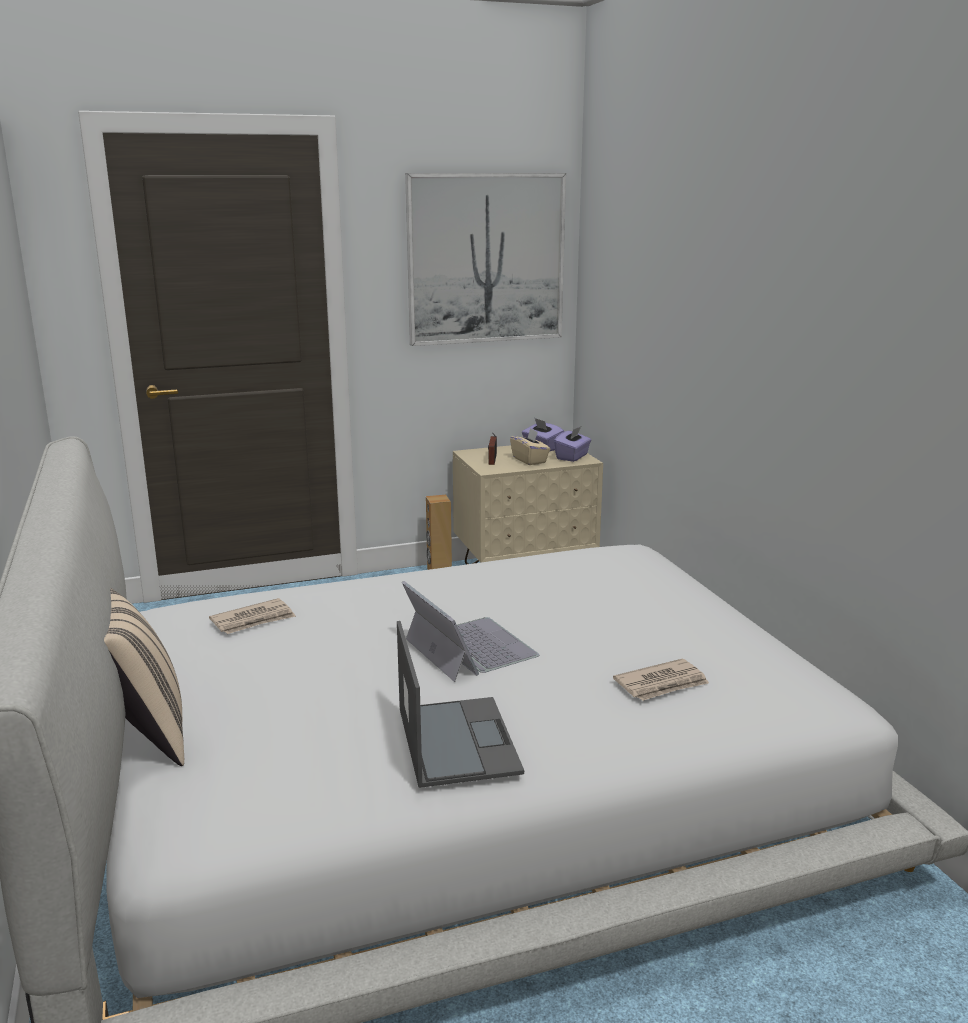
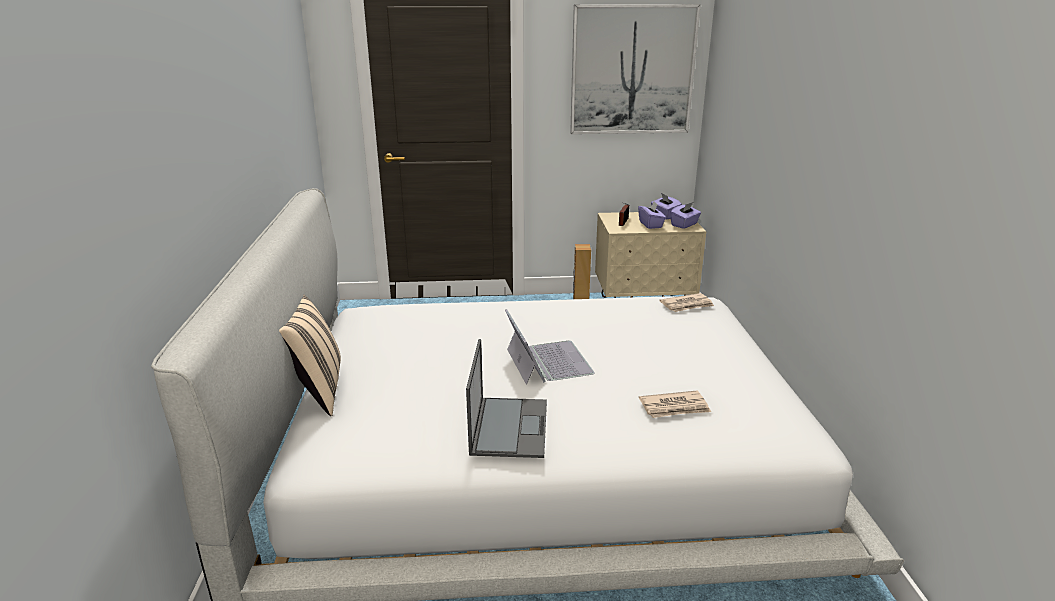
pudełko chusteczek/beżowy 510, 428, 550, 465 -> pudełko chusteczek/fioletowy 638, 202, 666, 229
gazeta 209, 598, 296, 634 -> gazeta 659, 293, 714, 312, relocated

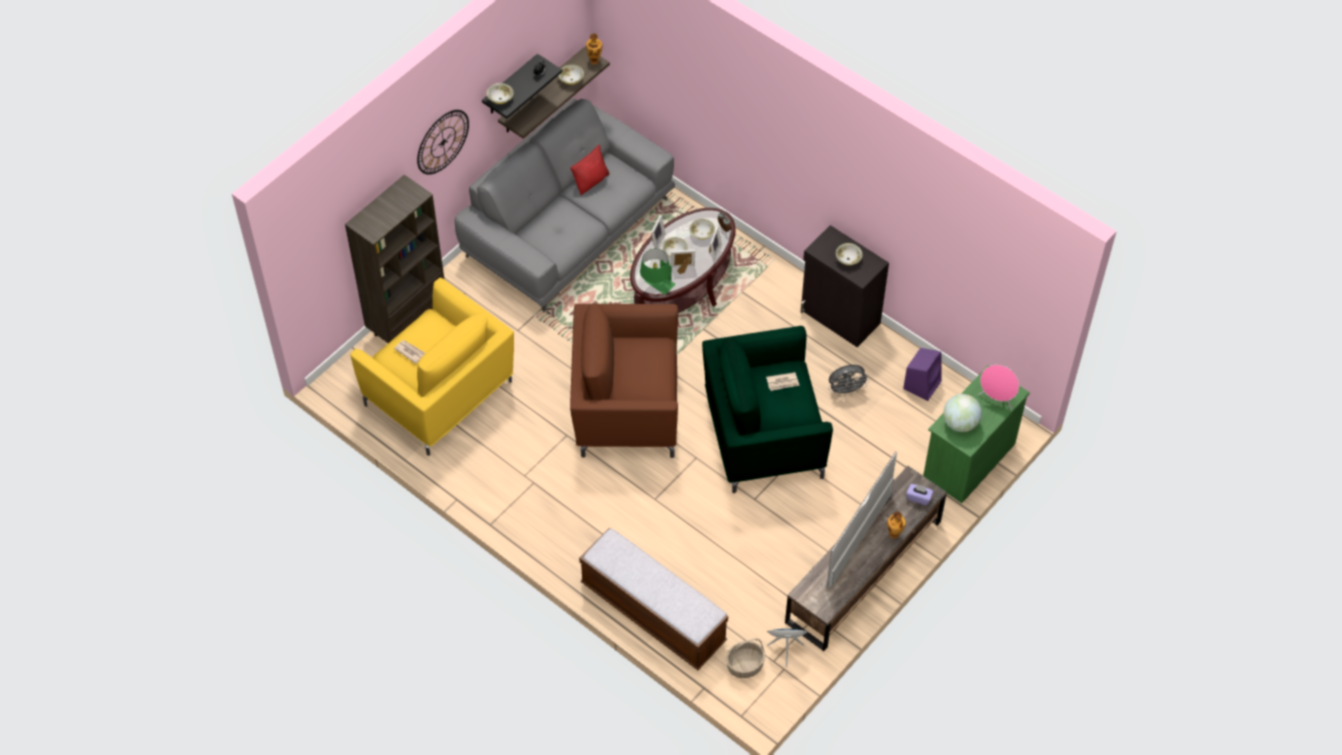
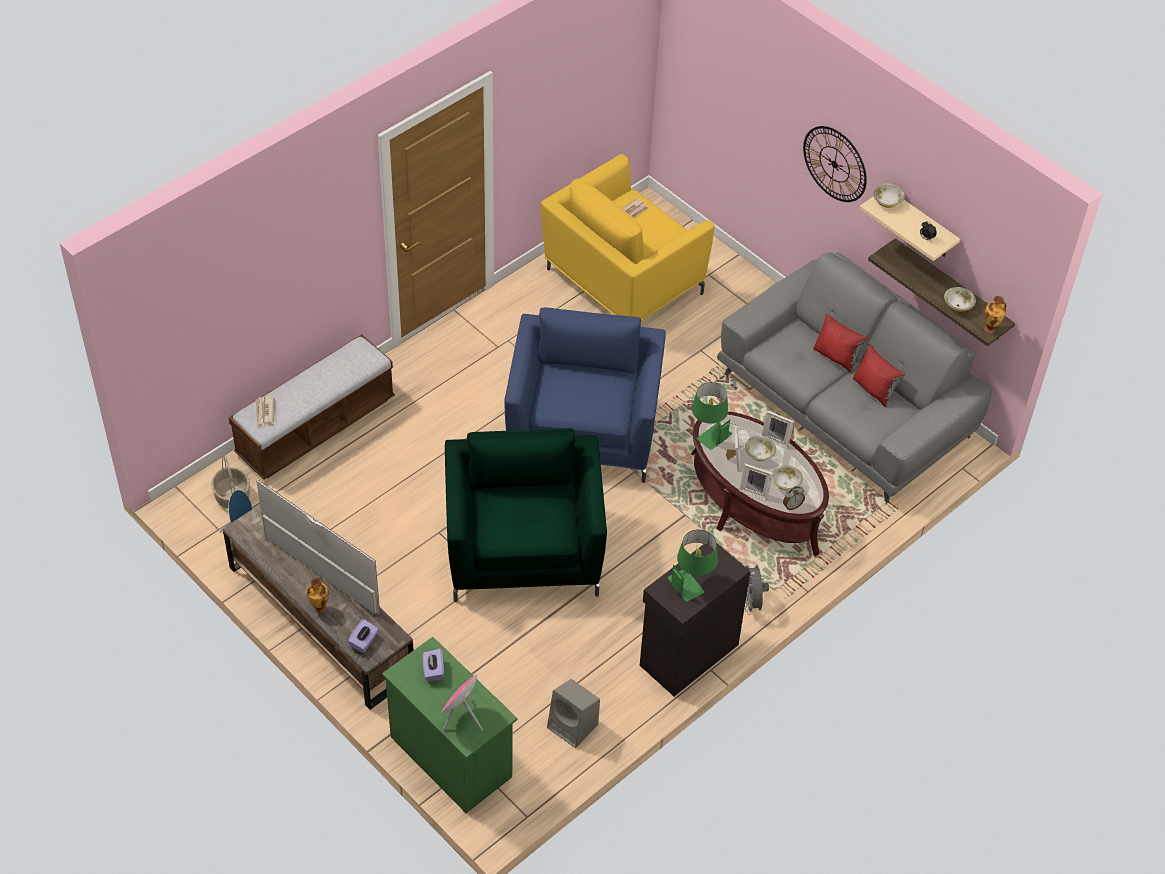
gazeta 766, 372, 800, 391 -> gazeta 256, 397, 275, 426, relocated
globus 943, 394, 982, 432 -> pudełko chusteczek/fioletowy 423, 649, 444, 681
fotel/brązowy 570, 303, 678, 458 -> fotel/niebieski 504, 307, 666, 483
głośnik/fioletowy 903, 348, 942, 401 -> głośnik/szary 547, 679, 600, 748
miska 836, 243, 862, 265 -> lampa stołowa/zielony 667, 530, 718, 602
wentylator/szary 828, 365, 870, 396 -> wentylator/szary 743, 563, 769, 614, relocated
none -> poduszka/czerwony 813, 314, 868, 373
półka/czarny 482, 54, 562, 119 -> półka/beżowy 859, 197, 960, 261
regał/brązowy 345, 175, 444, 343 -> none

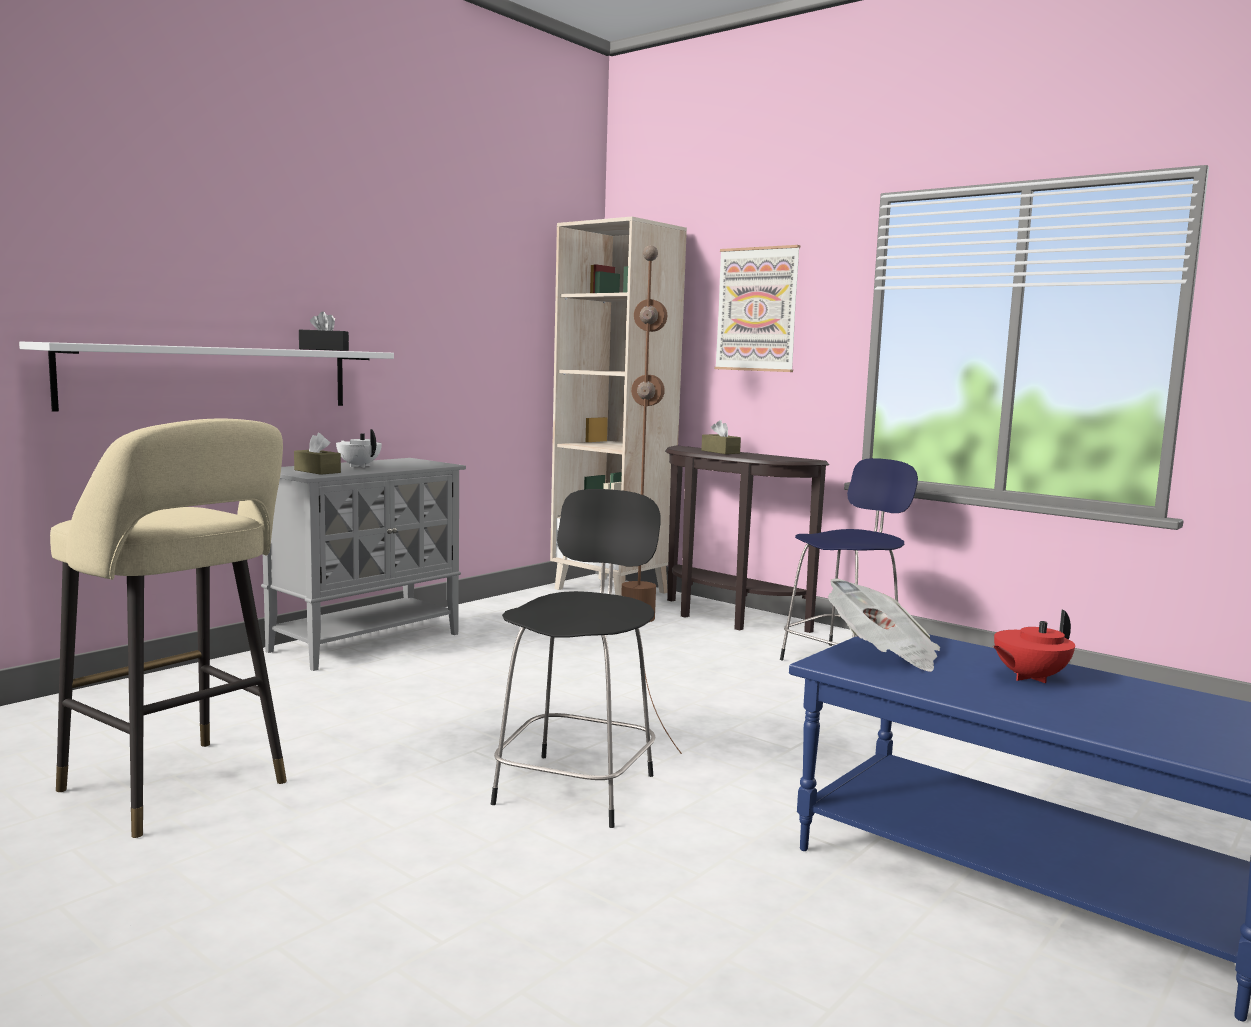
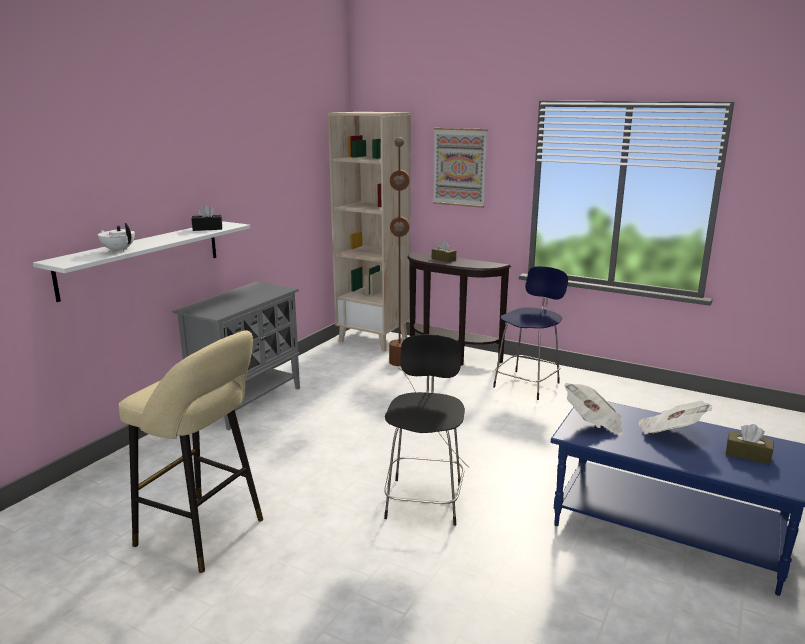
imbryk/biały 336, 429, 382, 467 -> imbryk/biały 98, 223, 135, 252, relocated
imbryk/czerwony 993, 610, 1075, 683 -> gazeta 638, 401, 712, 434
pudełko chusteczek/brązowy 294, 433, 341, 475 -> pudełko chusteczek/brązowy 726, 424, 773, 465, relocated

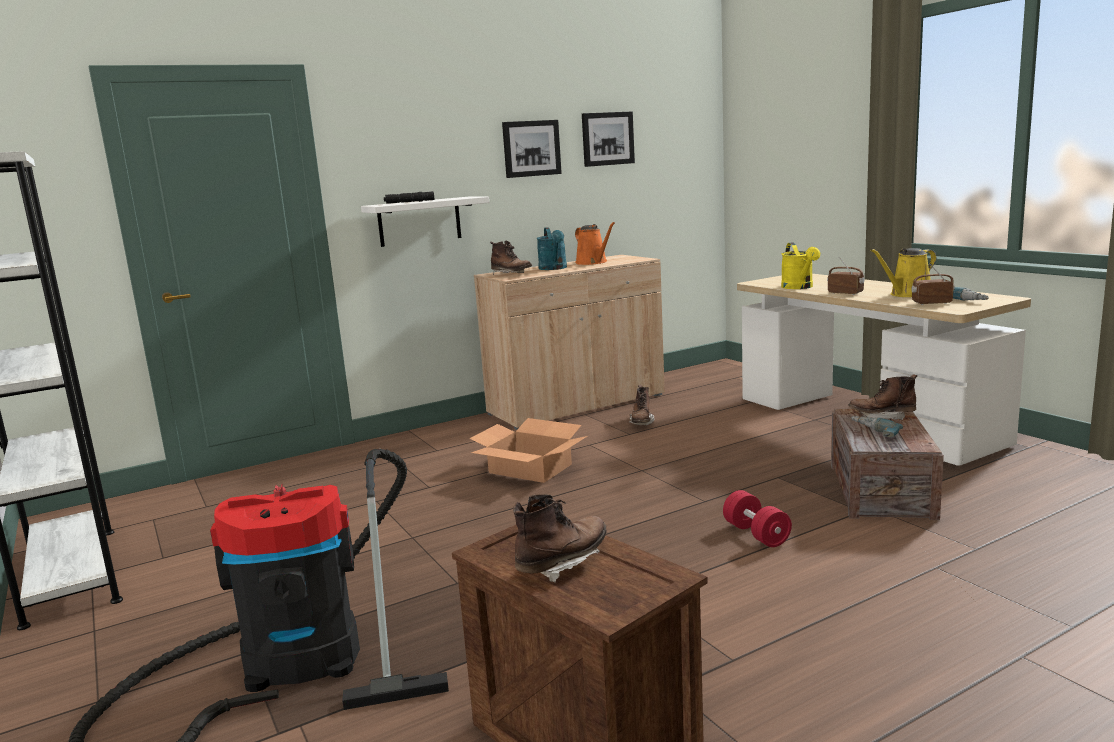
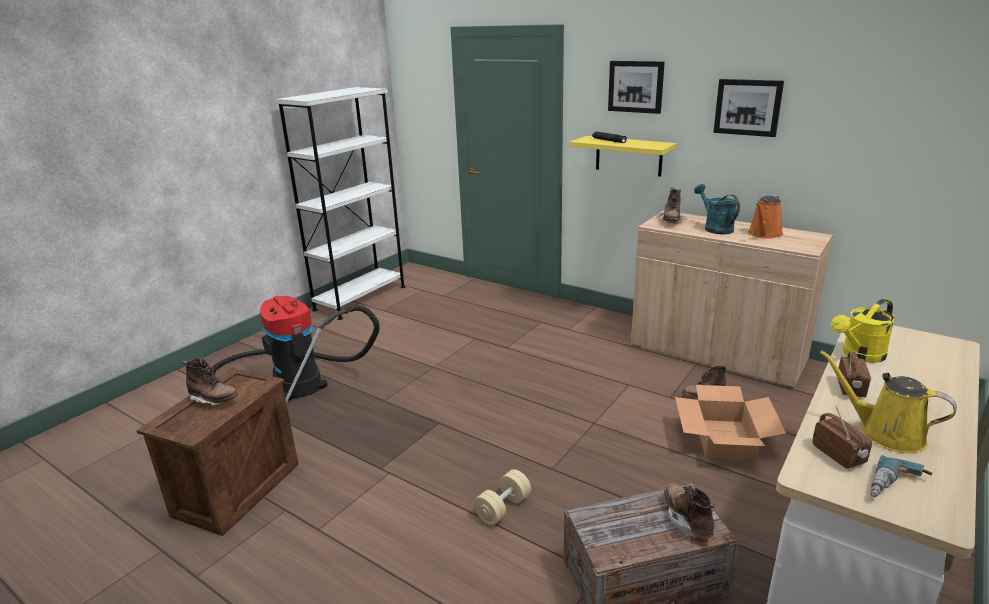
hantel/czerwony 723, 490, 792, 547 -> hantel/beżowy 474, 469, 531, 525
półka/biały 361, 196, 489, 247 -> półka/żółty 570, 136, 676, 177
obraz 582, 111, 635, 167 -> obraz 608, 61, 665, 114, relocated
karton 469, 418, 587, 483 -> karton 675, 385, 786, 460, relocated
konewka/turkusowy 537, 227, 567, 270 -> konewka/turkusowy 694, 184, 740, 234, 105 degrees clockwise
wiertarka 851, 416, 903, 437 -> none

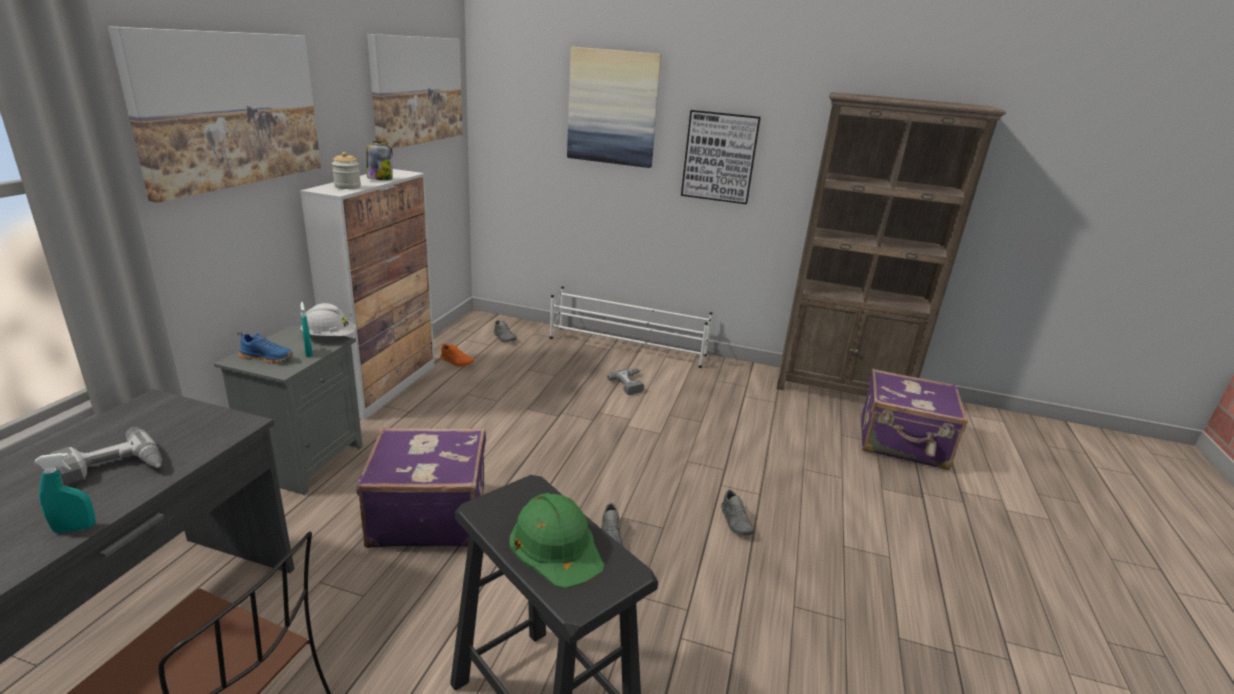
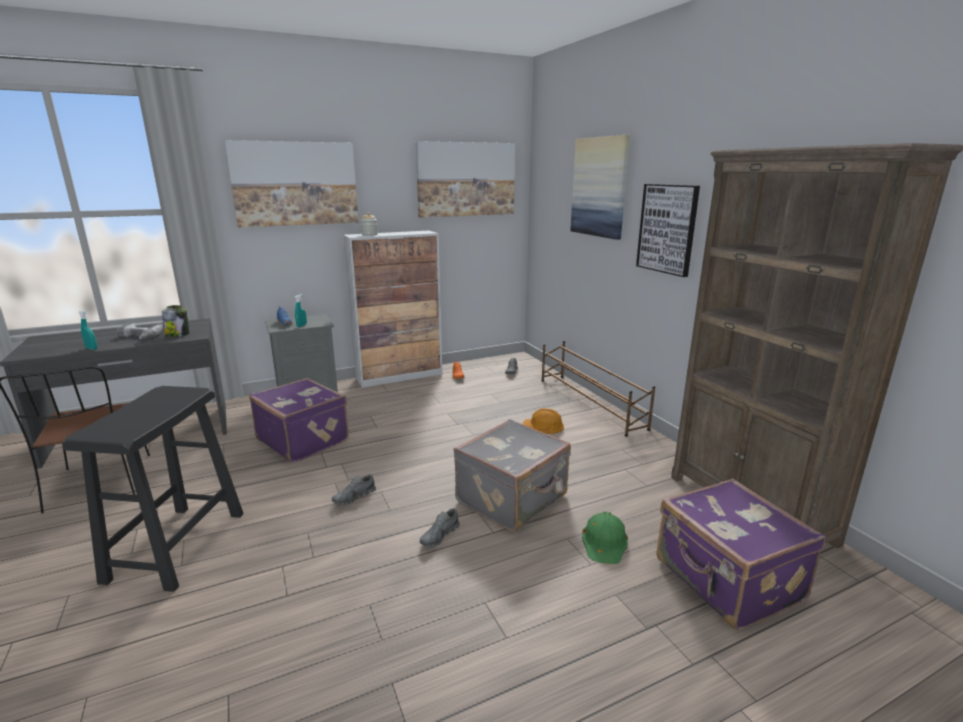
słoik 366, 141, 392, 180 -> słoik 162, 305, 189, 337, relocated
none -> walizka/szary 453, 419, 571, 531
wiertarka 607, 368, 644, 395 -> kask/pomarańczowy 523, 408, 564, 434
regał na buty/biały 550, 286, 712, 368 -> regał na buty/brązowy 541, 341, 655, 437
kask/zielony 509, 493, 604, 589 -> kask/zielony 582, 512, 628, 564, relocated
kask/biały 301, 303, 356, 336 -> none

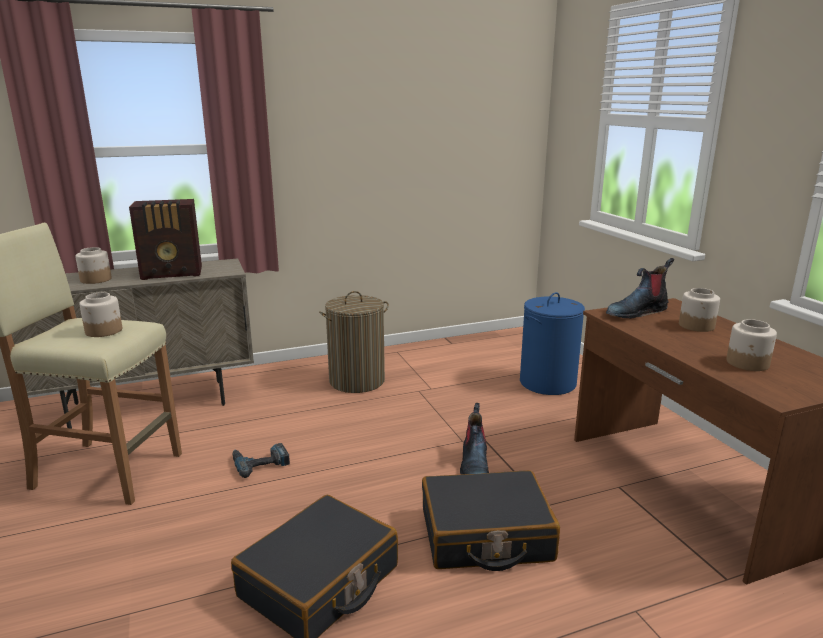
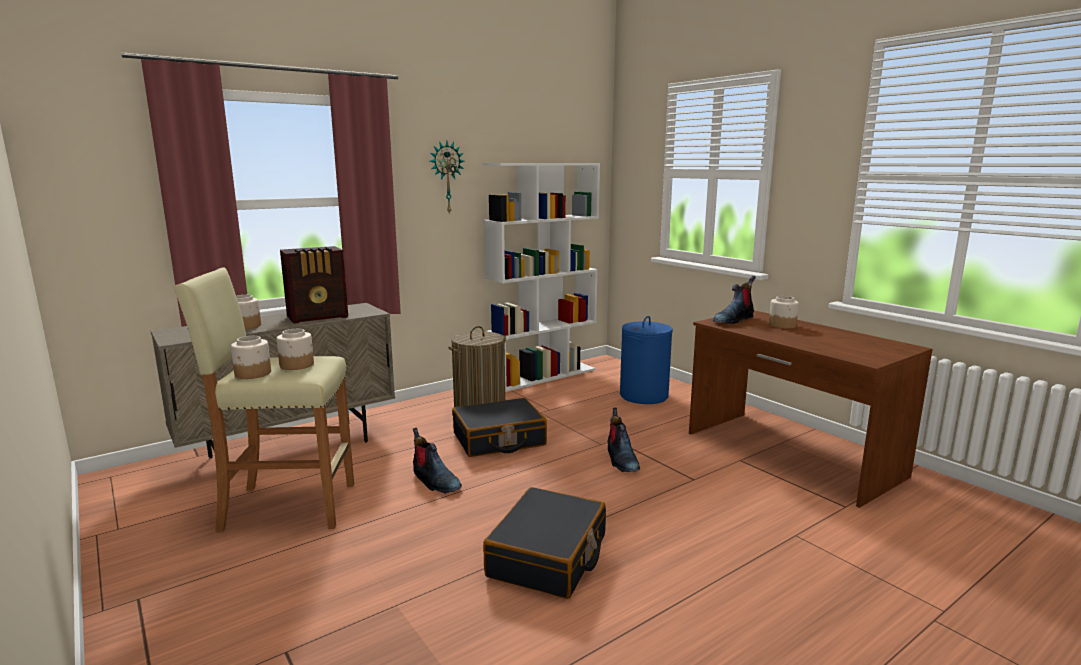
słoik 726, 319, 777, 371 -> słoik 231, 336, 271, 379, relocated
wiertarka 233, 443, 290, 478 -> but z cholewką 413, 428, 462, 493
none -> zegar ścienny 430, 141, 465, 215
walizka/czarny 422, 470, 560, 571 -> walizka/czarny 452, 398, 547, 457, relocated
none -> regał/biały 482, 163, 600, 392

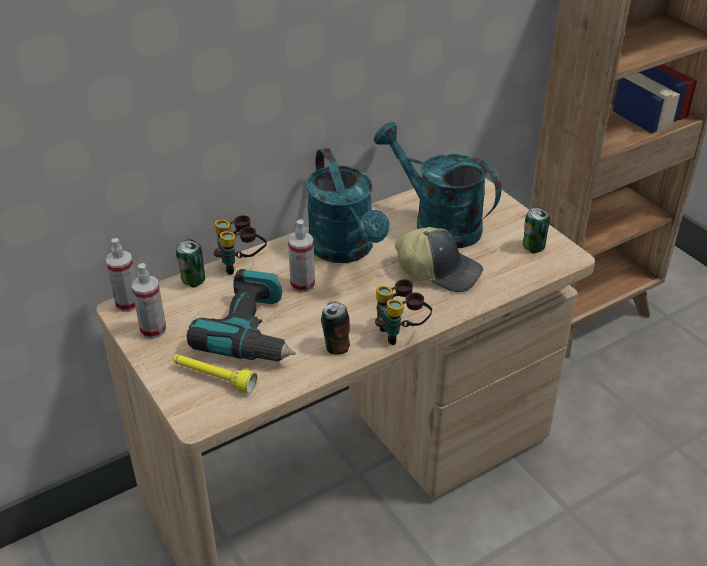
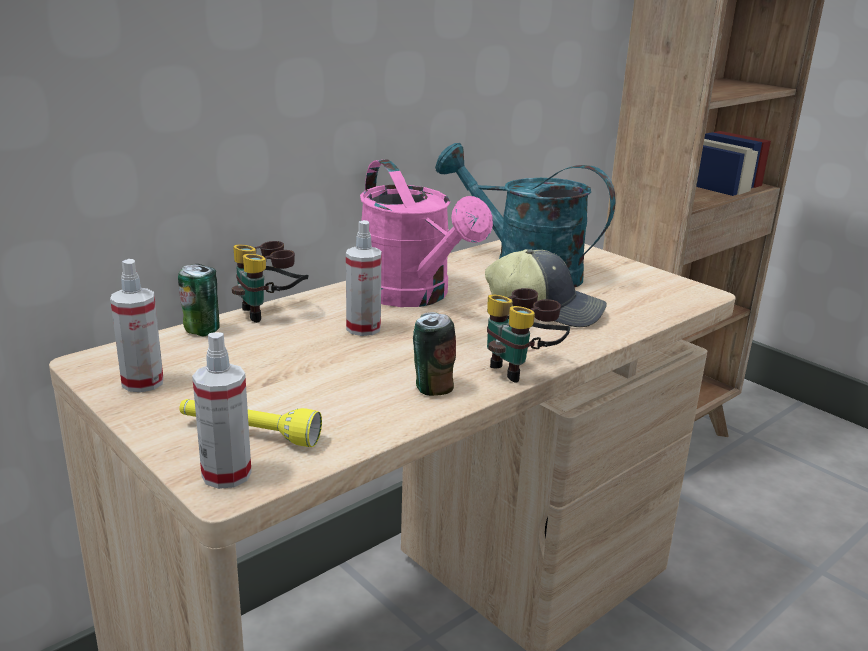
spryskiwacz 106, 238, 136, 312 -> spryskiwacz 192, 332, 252, 489, relocated
konewka/turkusowy 306, 148, 389, 263 -> konewka/różowy 360, 160, 493, 307
wiertarka 187, 269, 296, 362 -> none
puszka 523, 207, 551, 254 -> none

